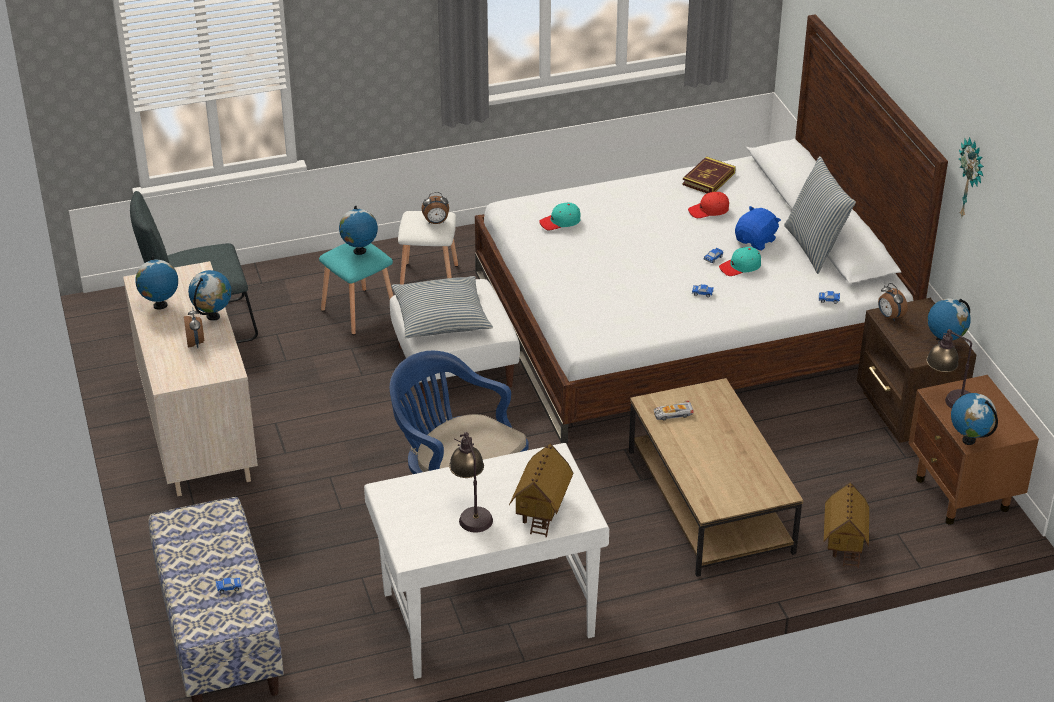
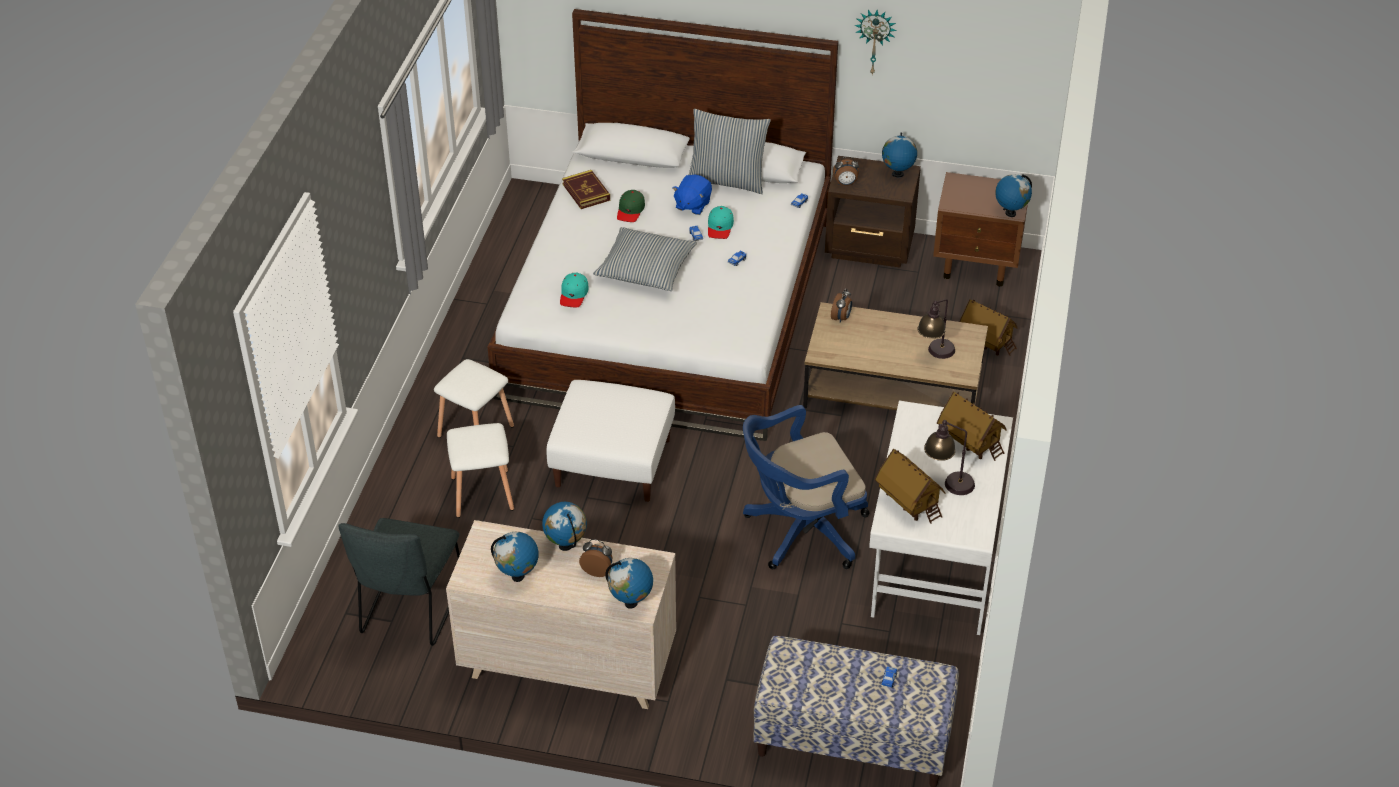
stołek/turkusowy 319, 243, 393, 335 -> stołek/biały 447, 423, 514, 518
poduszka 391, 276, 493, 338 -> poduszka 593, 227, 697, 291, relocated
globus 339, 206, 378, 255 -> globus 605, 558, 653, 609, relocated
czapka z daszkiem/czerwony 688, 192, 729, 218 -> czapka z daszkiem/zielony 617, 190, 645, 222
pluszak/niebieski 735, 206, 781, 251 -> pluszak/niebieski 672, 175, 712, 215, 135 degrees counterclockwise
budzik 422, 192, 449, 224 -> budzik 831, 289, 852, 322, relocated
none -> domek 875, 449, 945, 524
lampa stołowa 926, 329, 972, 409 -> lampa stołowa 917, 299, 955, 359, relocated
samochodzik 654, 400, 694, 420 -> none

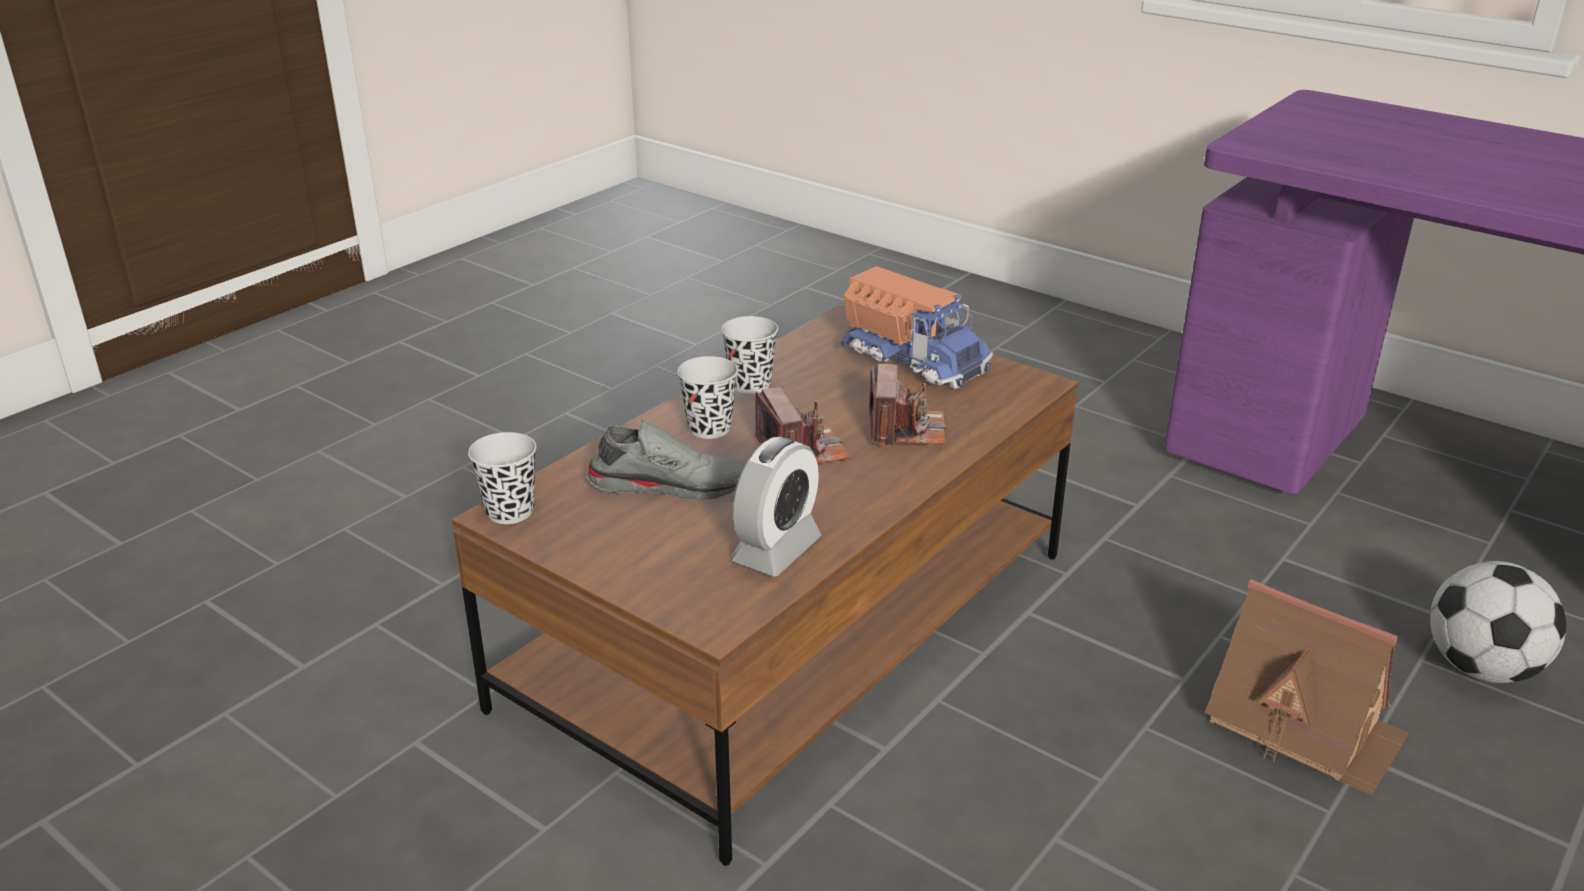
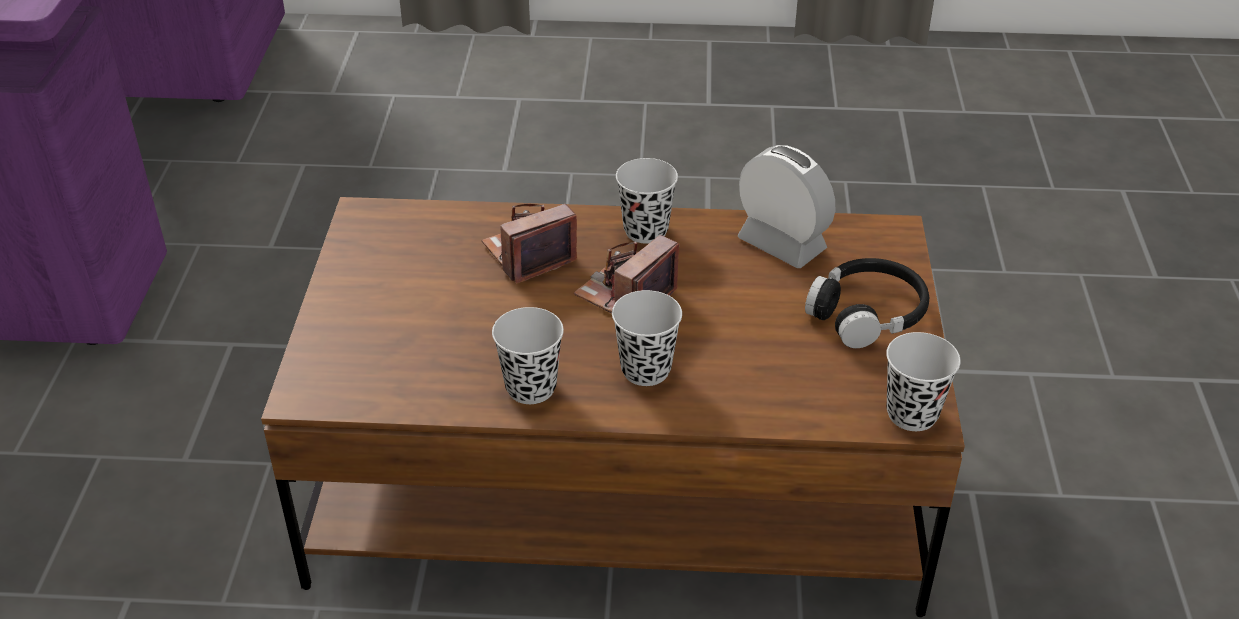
none -> filiżanka/czarny 616, 158, 678, 244
budzik 731, 437, 822, 577 -> budzik 738, 145, 835, 268, 45 degrees clockwise
none -> słuchawki/czarny 805, 258, 929, 348
but/szary 587, 420, 745, 500 -> none
ciężarówka zabawkowa 841, 266, 993, 389 -> none
domek 1205, 579, 1409, 795 -> none
piłka futbolowa 1430, 561, 1566, 683 -> none

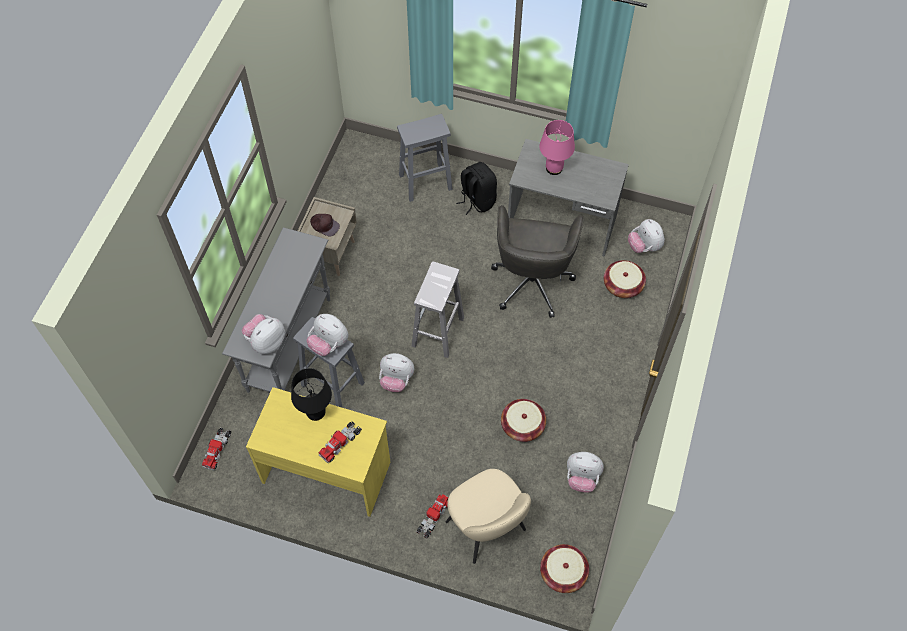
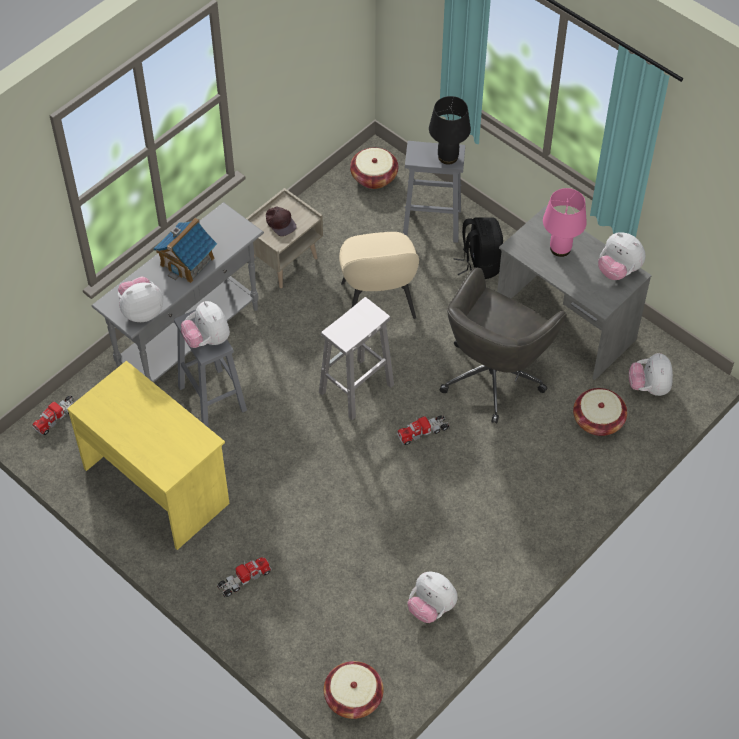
none -> domek 153, 217, 217, 283
krzesło/beżowy 446, 469, 531, 564 -> krzesło/beżowy 339, 232, 419, 319, relocated
koszyk 501, 399, 546, 442 -> koszyk 350, 147, 398, 189, relocated
ciężarówka zabawkowa 318, 421, 362, 464 -> ciężarówka zabawkowa 397, 415, 449, 445, relocated
lampa stołowa/czarny 291, 368, 332, 421 -> lampa stołowa/czarny 429, 96, 471, 165, relocated
pluszak 379, 353, 414, 392 -> pluszak 598, 232, 646, 280, relocated

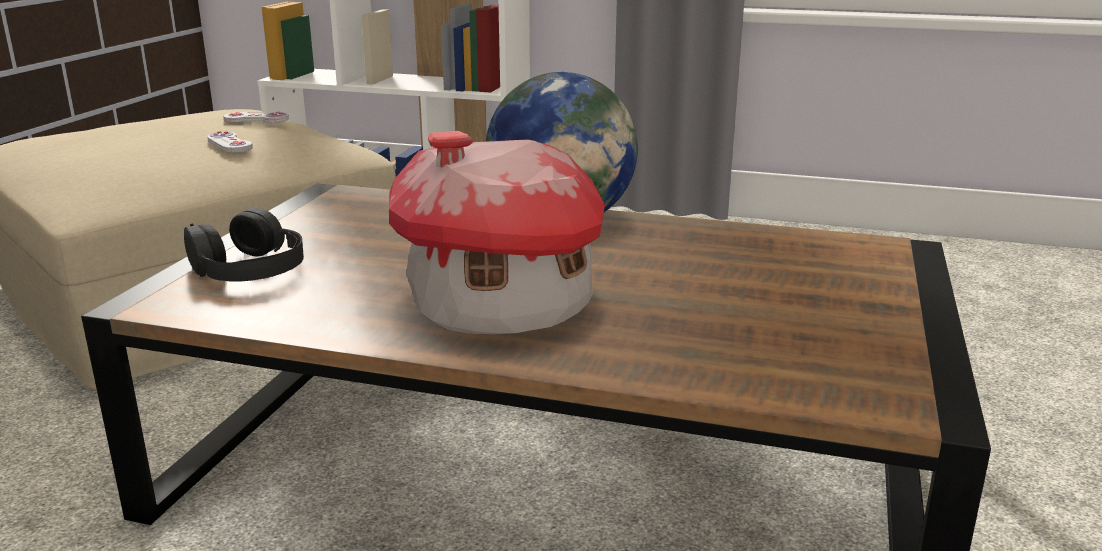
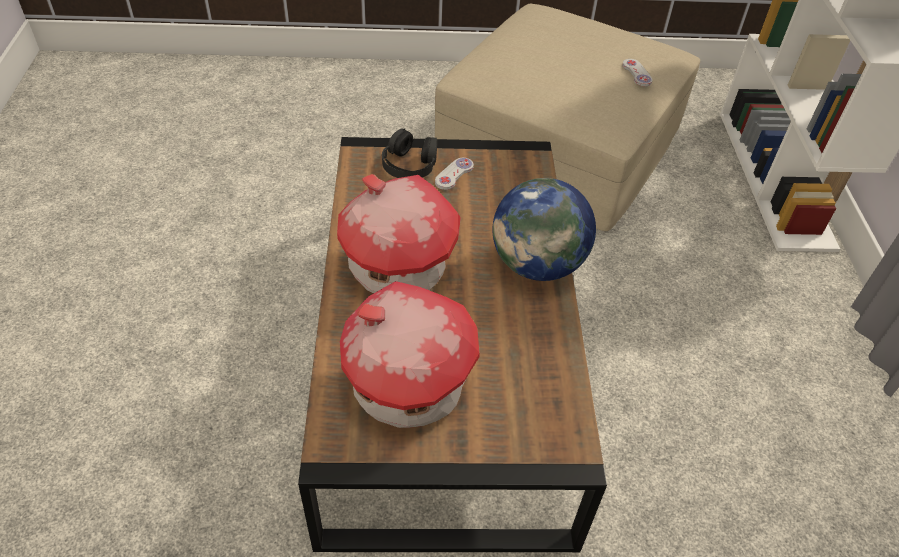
none -> domek 340, 281, 480, 428
pad do gier/biały 207, 131, 253, 153 -> pad do gier/biały 435, 158, 474, 190, relocated

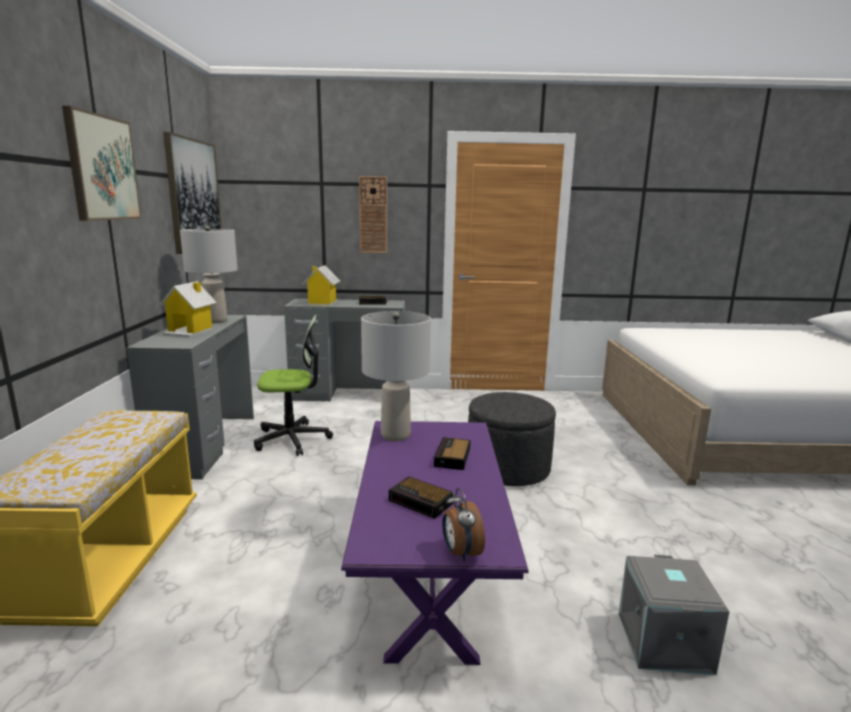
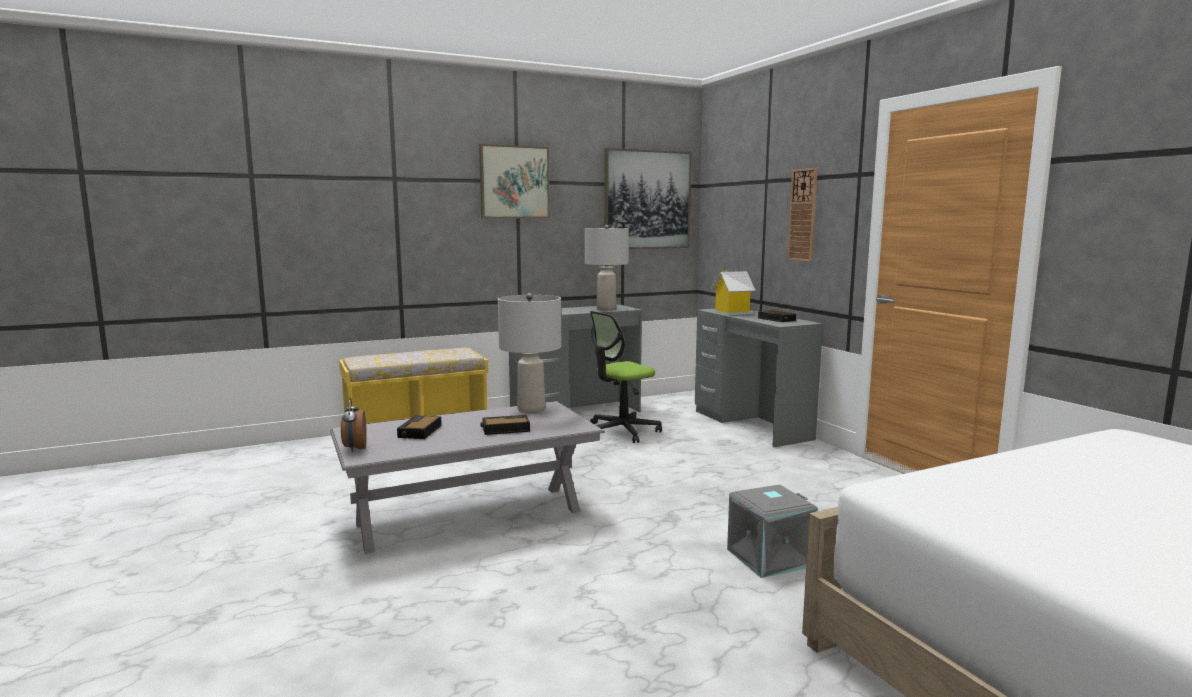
ława/fioletowy 341, 421, 529, 665 -> ława/szary 330, 401, 605, 554
budzik 442, 488, 485, 562 -> budzik 341, 398, 367, 452, 60 degrees counterclockwise
krzesło biurowe 254, 315, 333, 456 -> krzesło biurowe 590, 311, 662, 443, 90 degrees clockwise
pojemnik do przechowywania/szary 618, 555, 729, 675 -> pojemnik do przechowywania/szary 727, 485, 818, 578, relocated
domek 158, 281, 217, 338 -> none
pufa/szary 468, 392, 556, 486 -> none

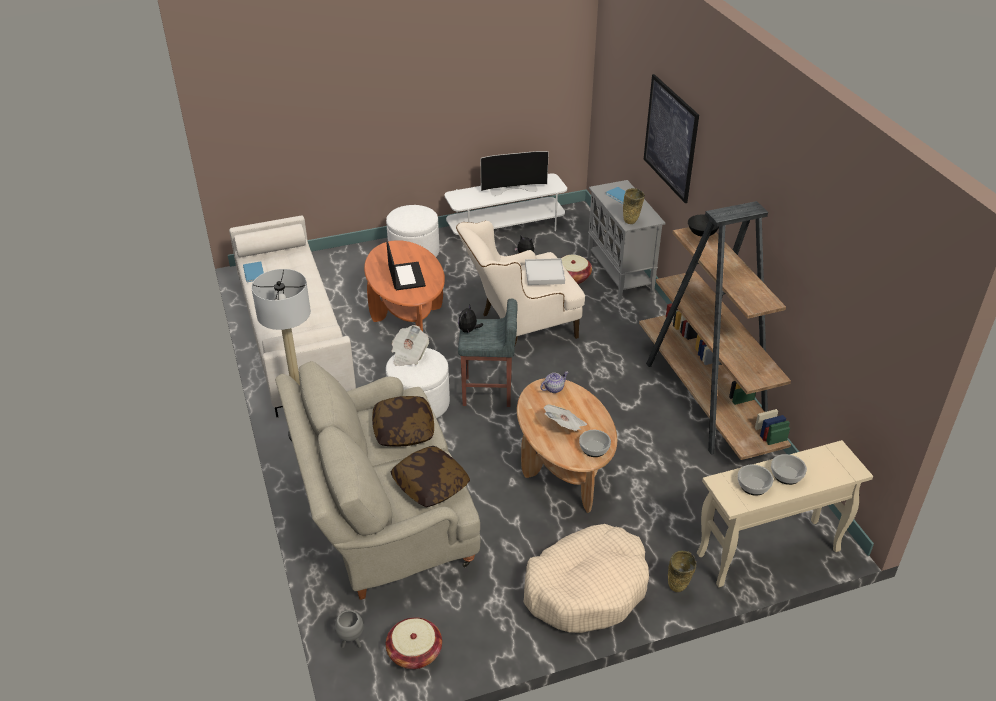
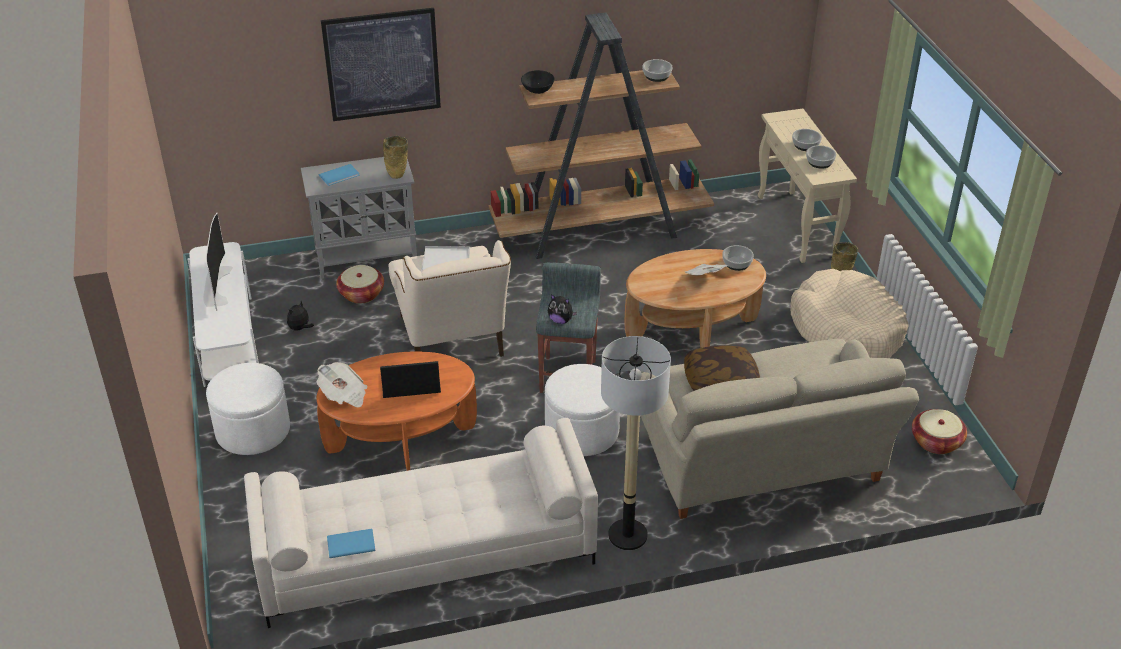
gazeta 392, 325, 429, 366 -> gazeta 317, 362, 367, 408, relocated
none -> miska 642, 59, 672, 82
donica/szary 335, 610, 364, 648 -> none
poduszka 390, 446, 470, 507 -> none
imbryk 540, 371, 568, 393 -> none

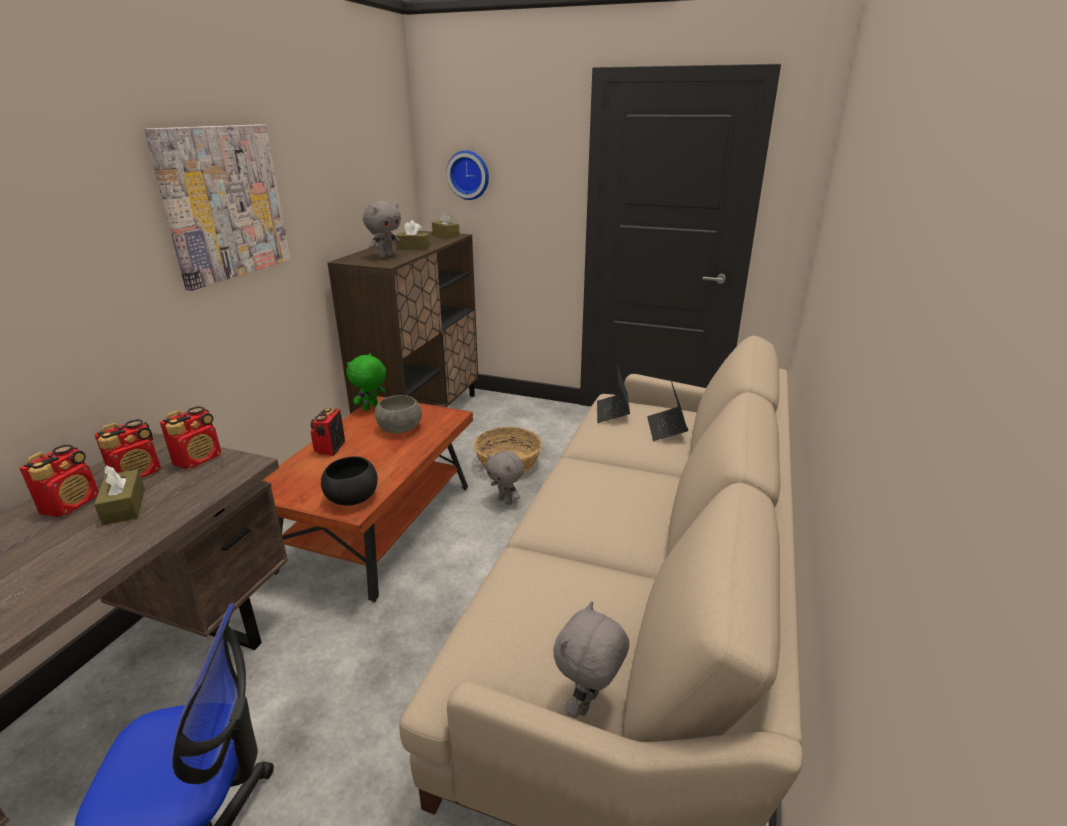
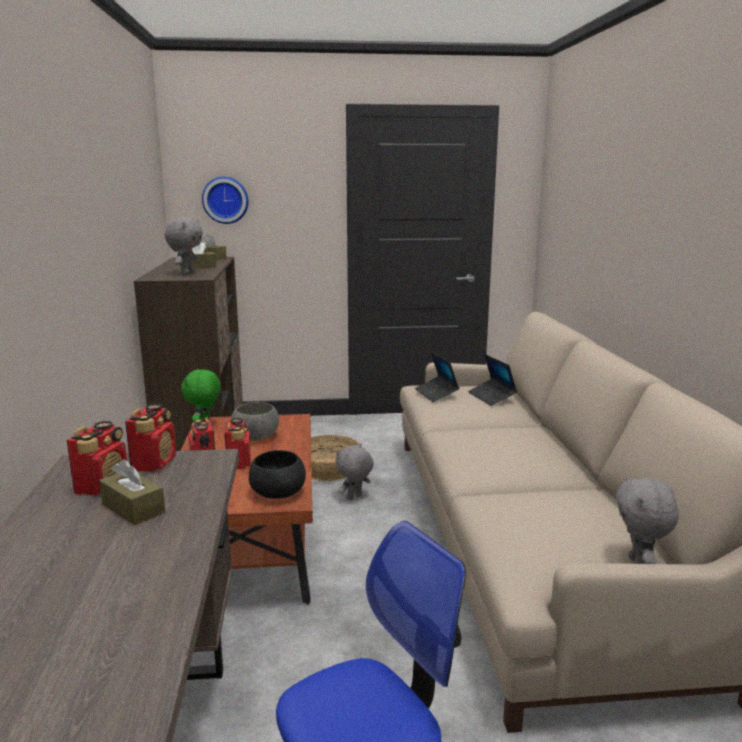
radio 20, 445, 99, 517 -> radio 224, 418, 251, 469, relocated
pluszak/szary 486, 451, 524, 505 -> pluszak/szary 336, 444, 374, 500, 120 degrees clockwise
obraz 144, 124, 290, 291 -> none

